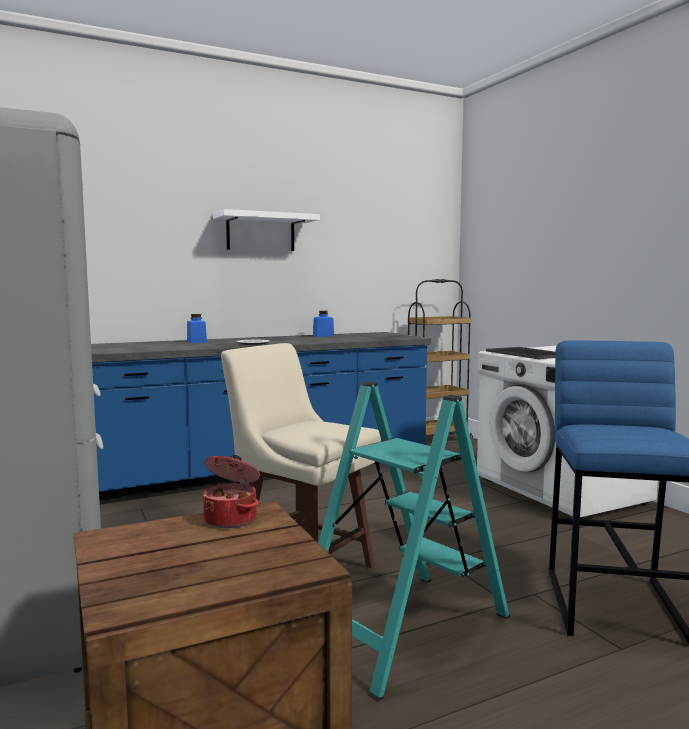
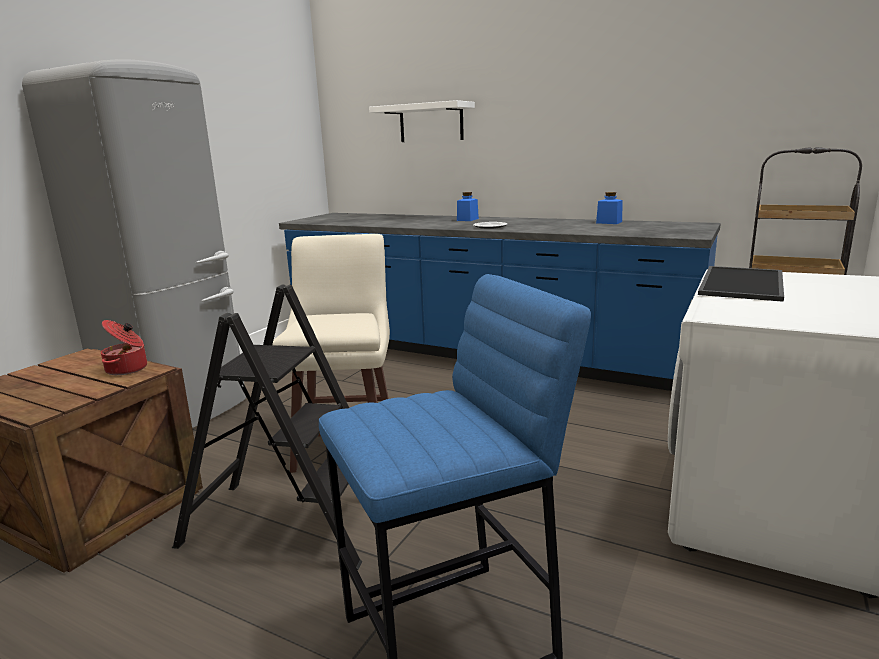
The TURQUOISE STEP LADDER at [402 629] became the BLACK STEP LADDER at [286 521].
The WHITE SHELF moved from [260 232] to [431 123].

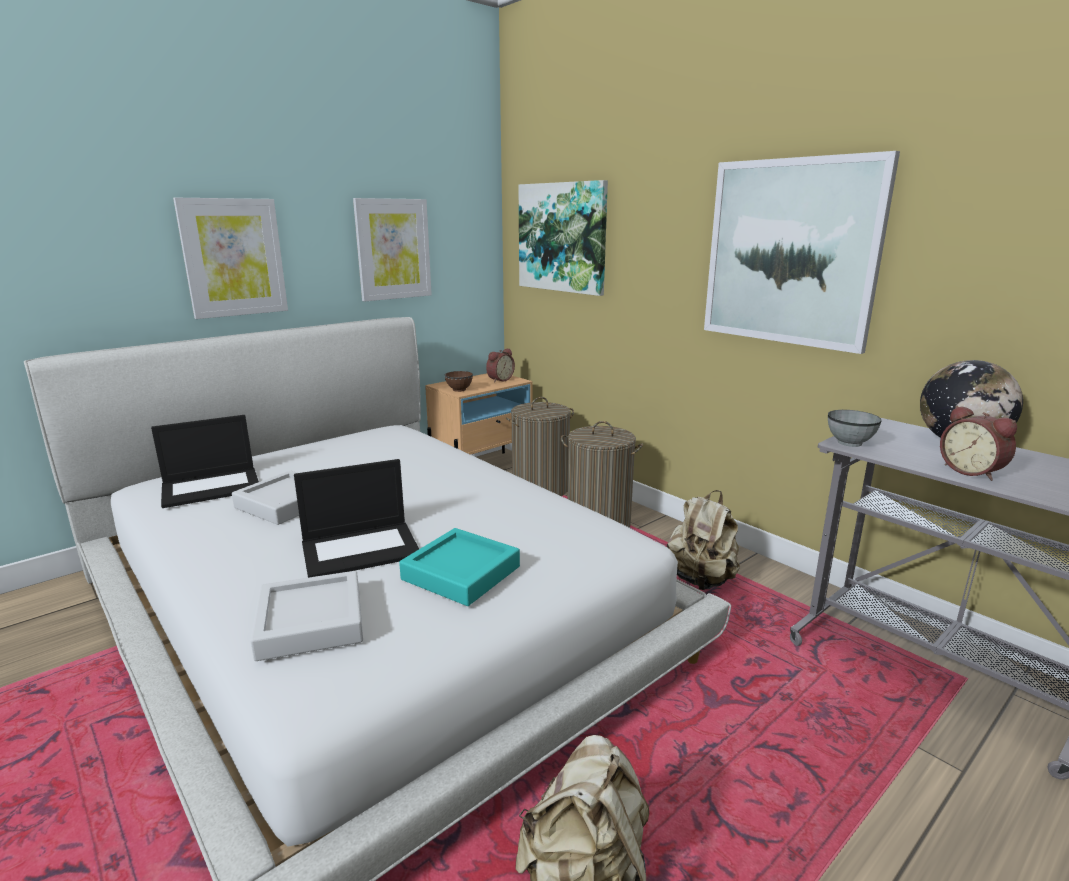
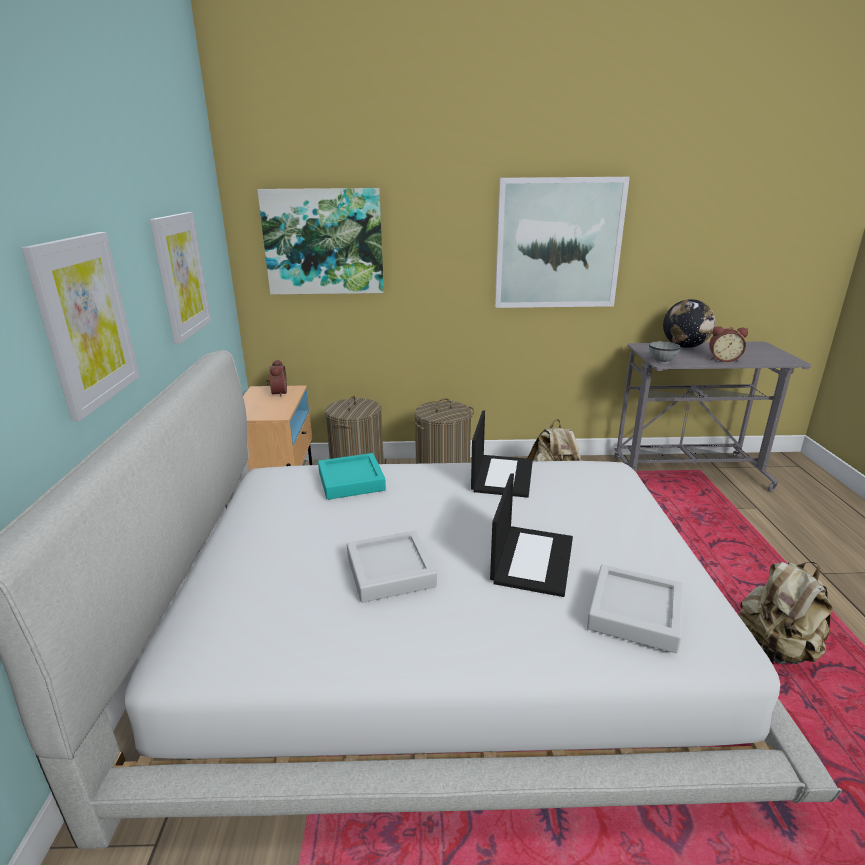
The TURQUOISE TRAY moved from [461 573] to [351 481].
The LAPTOP moved from [212 487] to [502 475].
The BROWN BOWL at [459 390] disappeared.

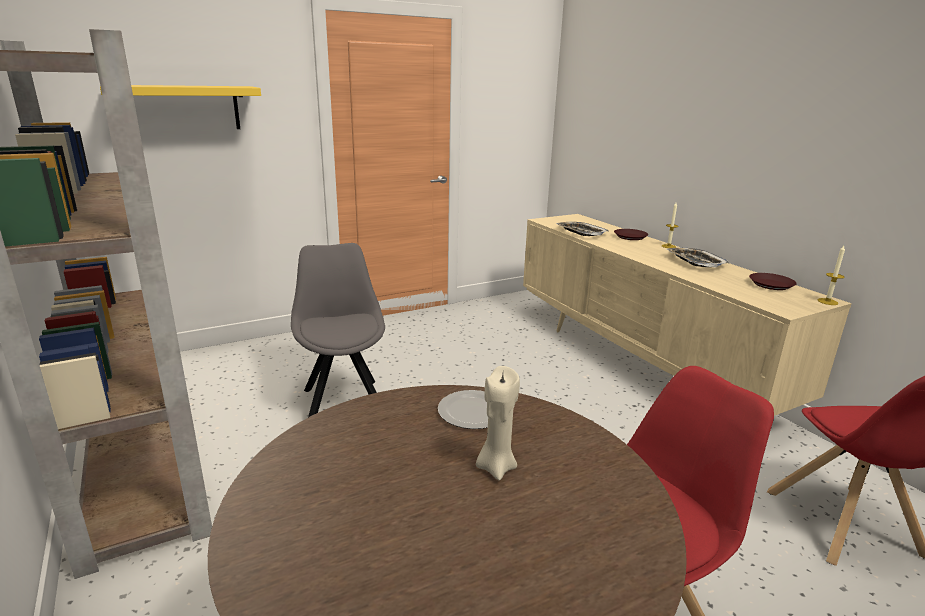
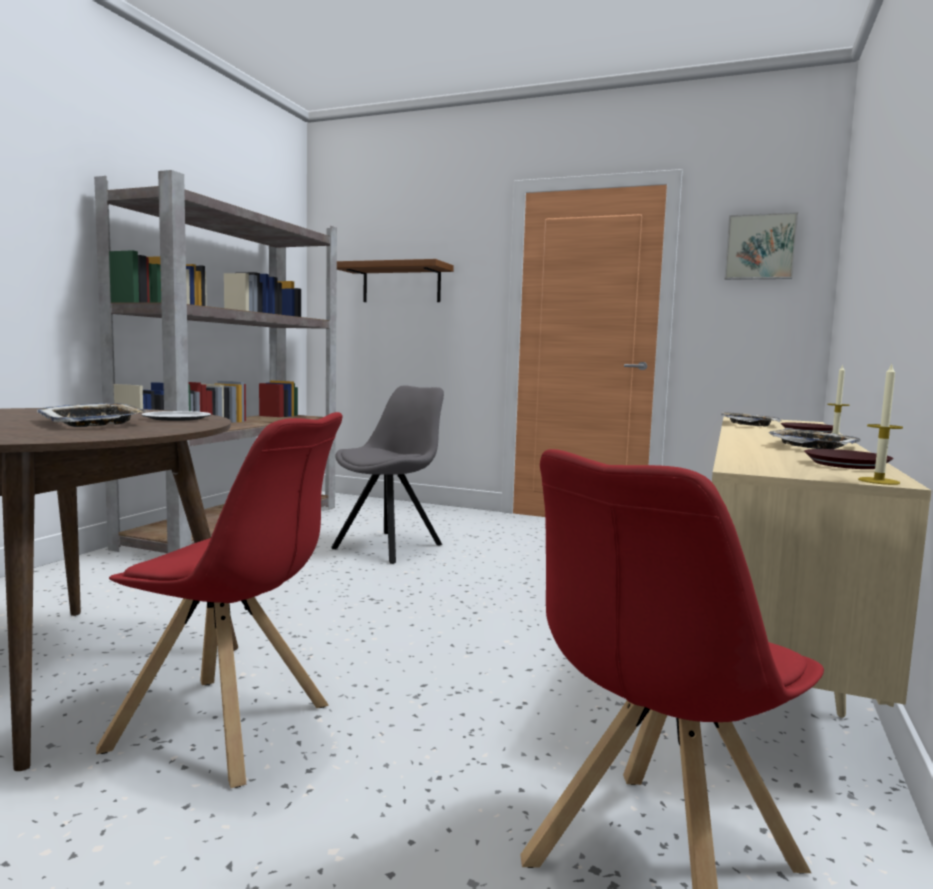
The BEIGE CANDLE at [496 467] was replaced by the TRAY at [94 423].
The YELLOW SHELF at [183 108] became the BROWN SHELF at [401 284].
The PICTURE at [760 247] appeared.

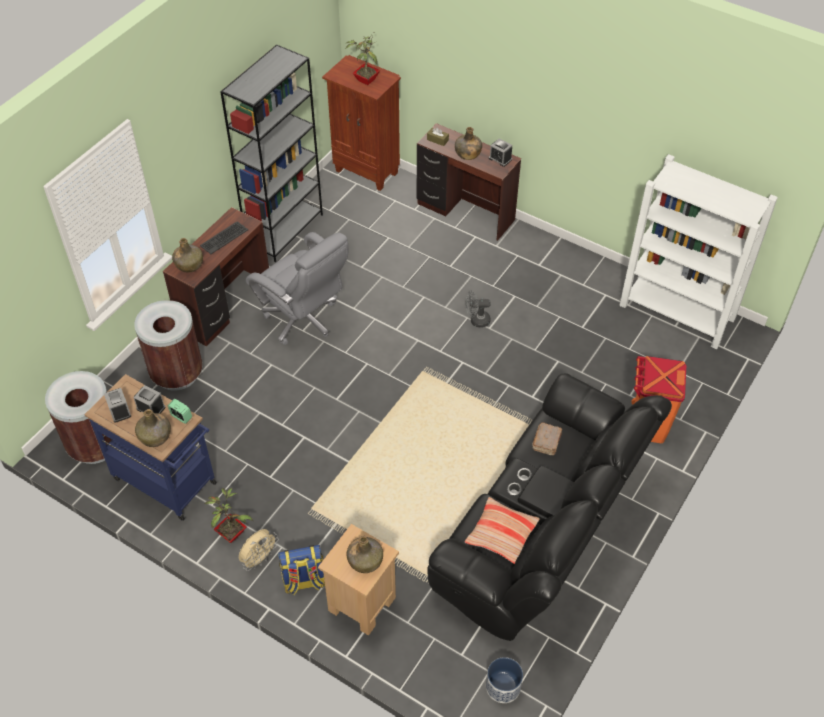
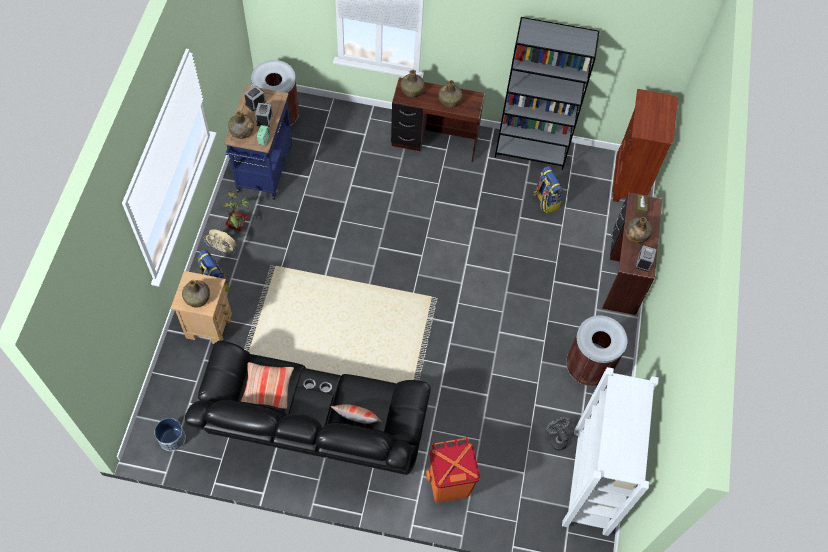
The PILLOW at [357 421] appeared.
The KEYBOARD at [224 238] was replaced by the GREEN BOTTLE at [449 100].
The BACKPACK at [545 200] appeared.
The GREY FAN moved from [476 320] to [556 438].
The BROWN TRASH CAN moved from [177 373] to [588 368].
The GREY OFFICE CHAIR at [304 321] disappeared.
The POTTED PLANT at [365 80] disappeared.
The BROWN BOOK at [547 442] disappeared.

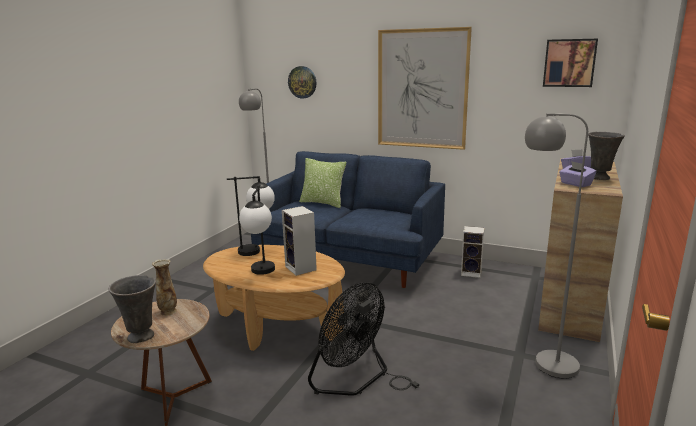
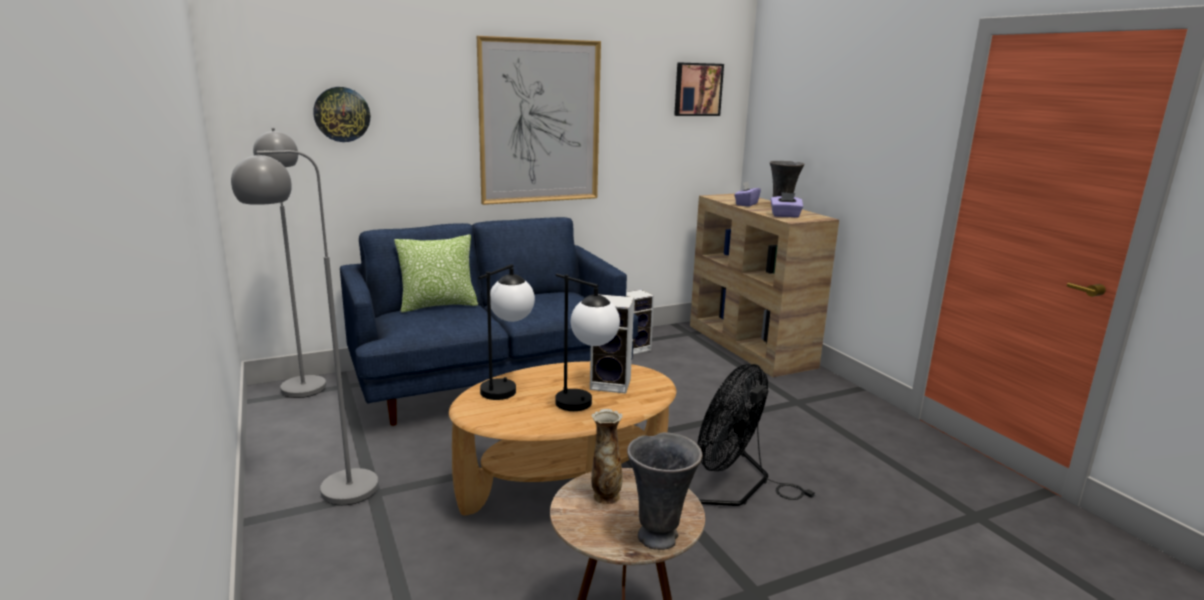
The GREY FLOOR LAMP moved from [543 364] to [331 494].
The BLACK FAN at [363 376] turned 45 degrees clockwise.

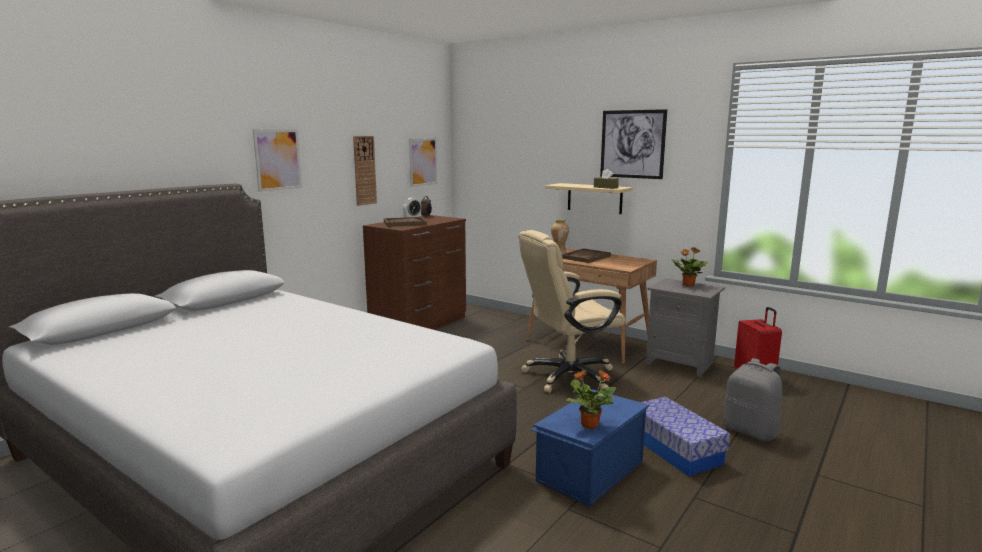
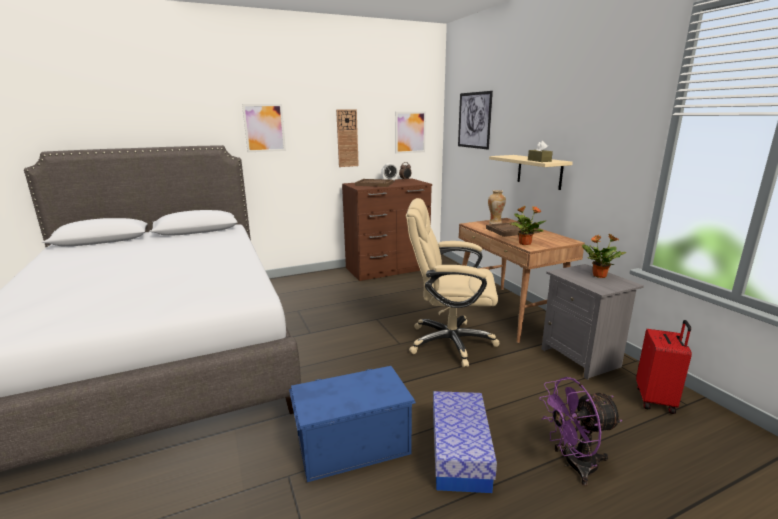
The PICTURE moved from [632 144] to [474 120].
The POTTED PLANT moved from [589 425] to [524 243].
The GREY BACKPACK at [751 431] was replaced by the PURPLE FAN at [573 465].

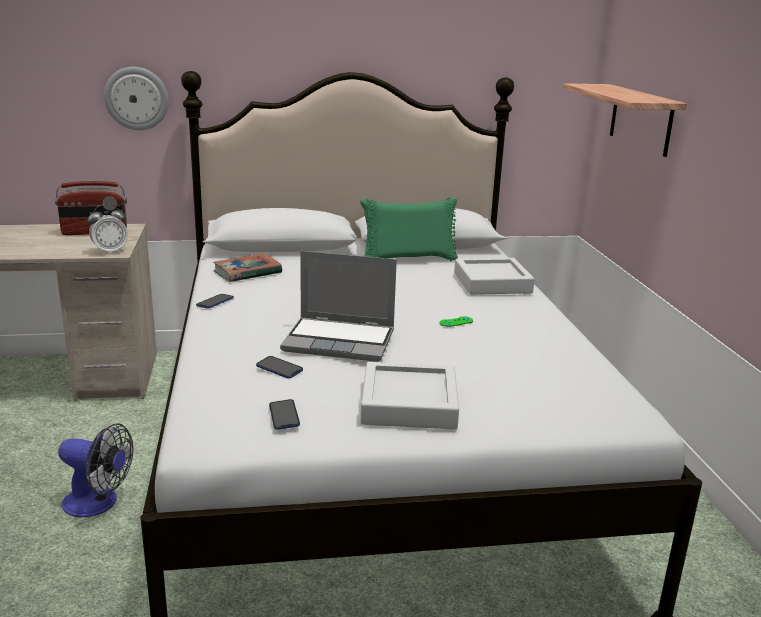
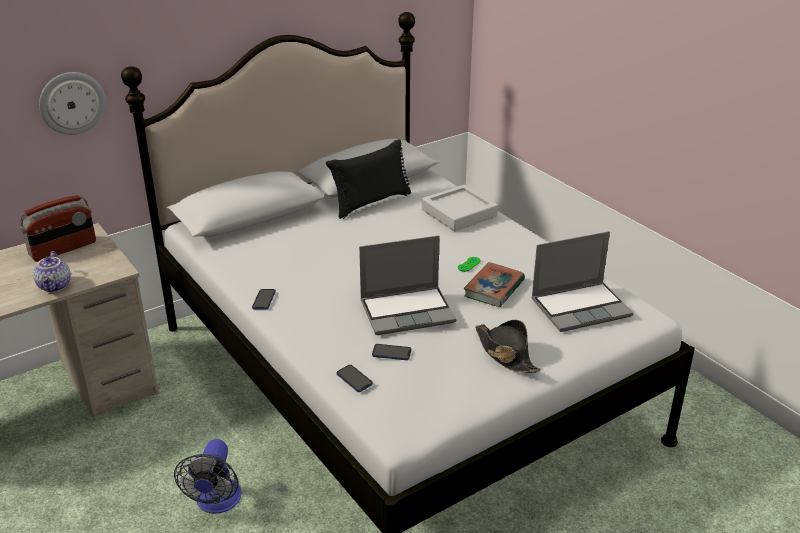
The TEAPOT at [55 286] appeared.
The FAN at [98 503] turned 105 degrees clockwise.
The GREEN PILLOW at [408 259] became the BLACK PILLOW at [370 203].
The PHONE moved from [284 416] to [354 379].
The BOOK moved from [247 272] to [494 288].
The GREY TRAY at [409 404] was replaced by the BLACK HAT at [505 353].
The LAPTOP at [581 307] appeared.
The ALARM CLOCK at [110 251] disappeared.
The SHELF at [640 119] disappeared.

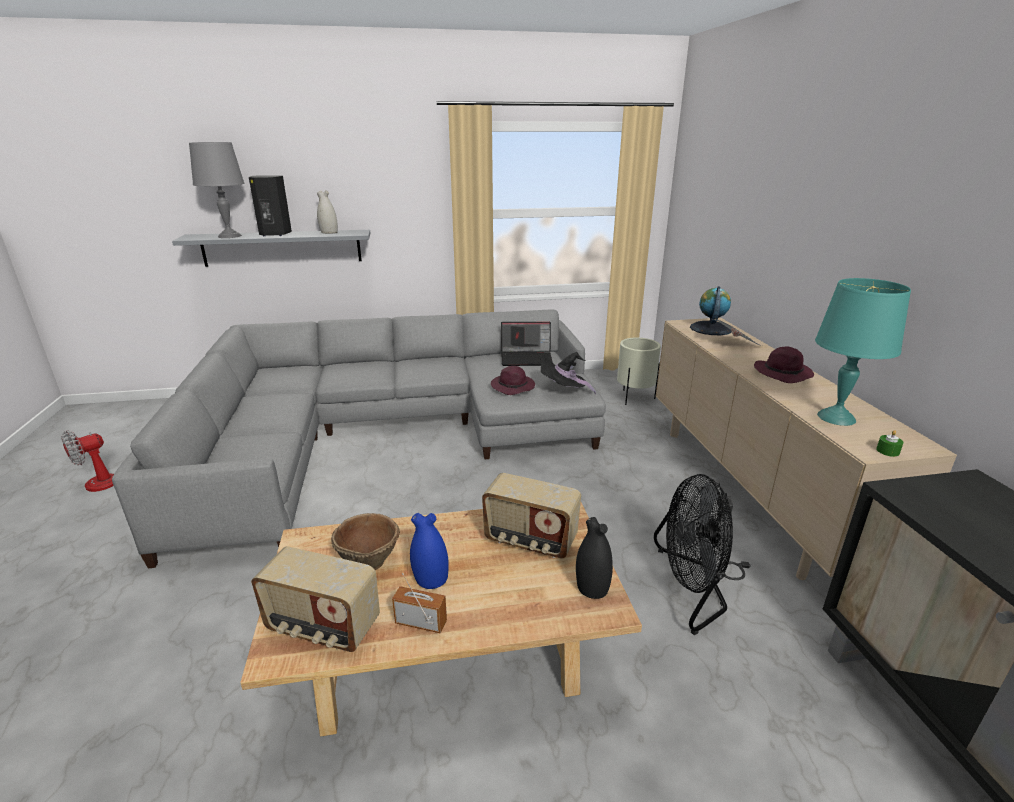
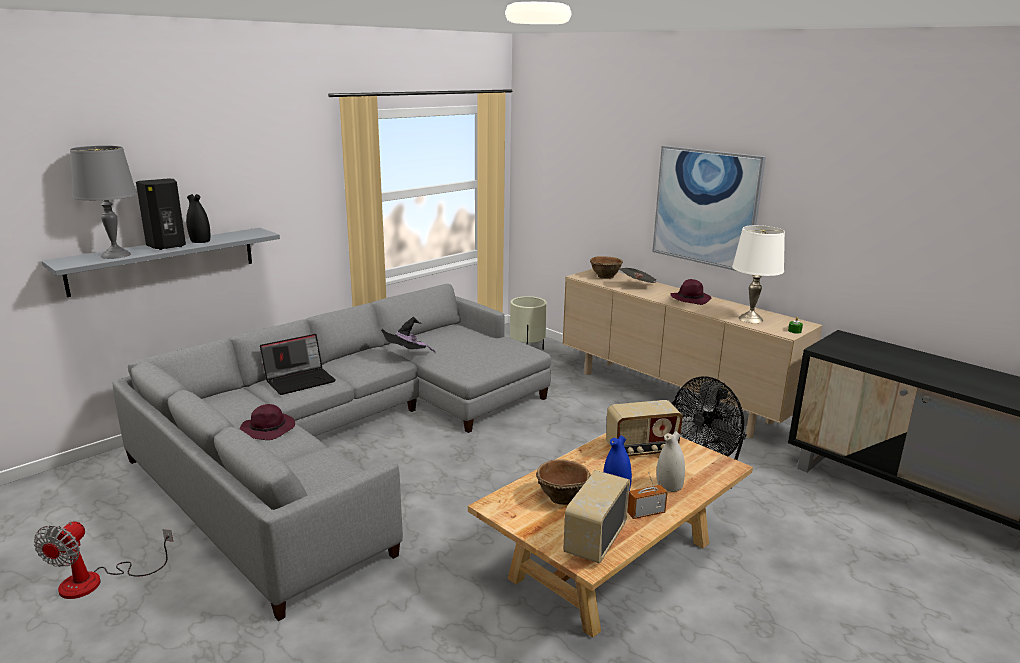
The BLACK VASE moved from [592 587] to [200 241].
The PURPLE HAT moved from [513 387] to [269 429].
The LAPTOP moved from [527 358] to [300 380].
The BLACK HAT moved from [564 392] to [406 356].
The RADIO at [322 627] turned 135 degrees clockwise.
The GLOBE at [710 328] was replaced by the BROWN BOWL at [605 277].
The PICTURE at [706 207] appeared.
The WHITE VASE moved from [329 232] to [669 486].
The TURQUOISE TABLE LAMP at [836 417] became the WHITE TABLE LAMP at [751 319].

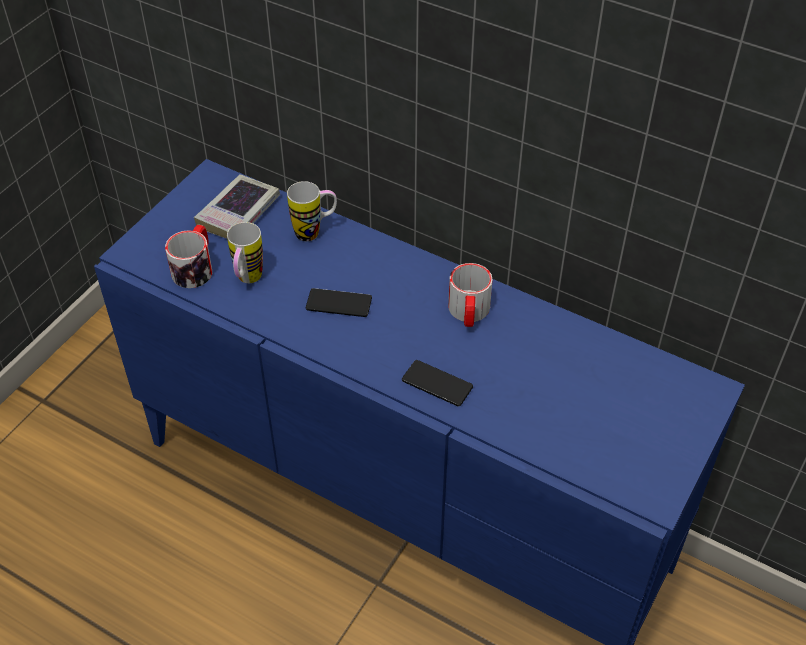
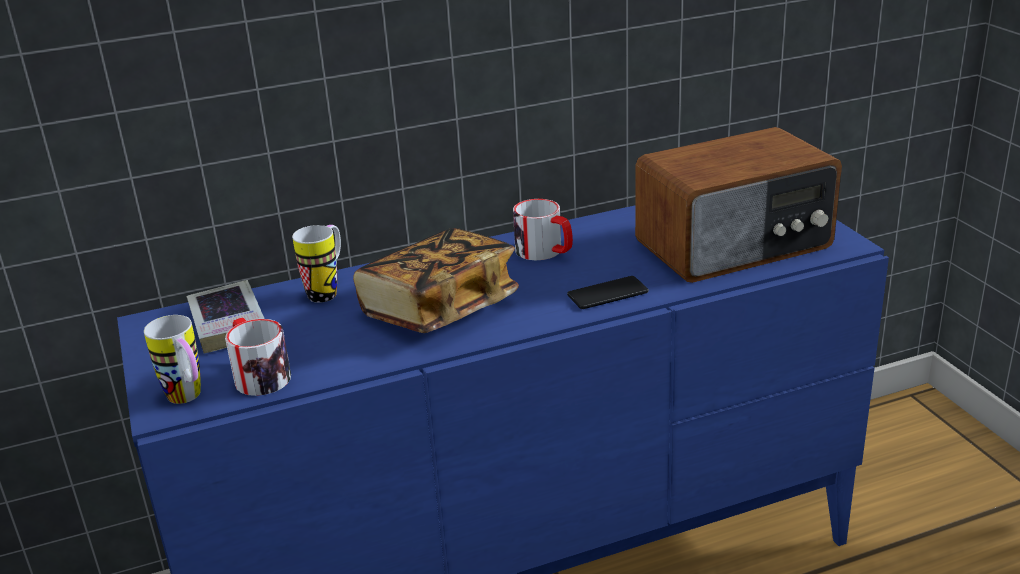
The MUG moved from [247 281] to [189 399].
The PHONE at [339 303] was replaced by the BOOK at [439 309].
The RADIO at [735 245] appeared.

